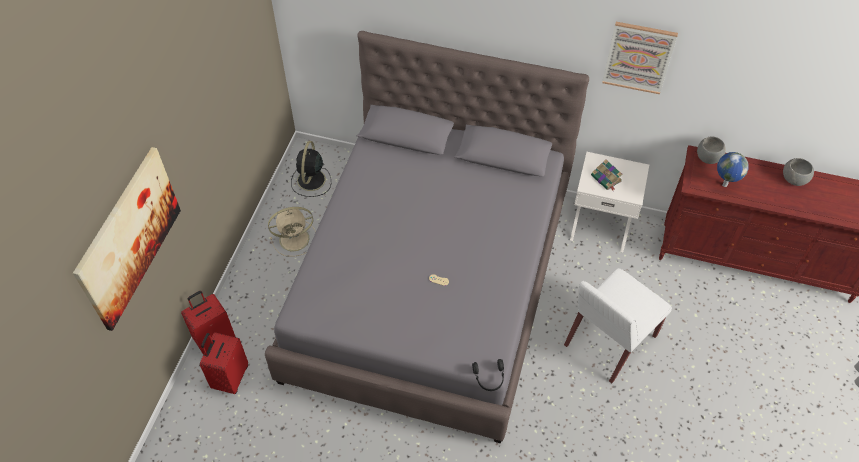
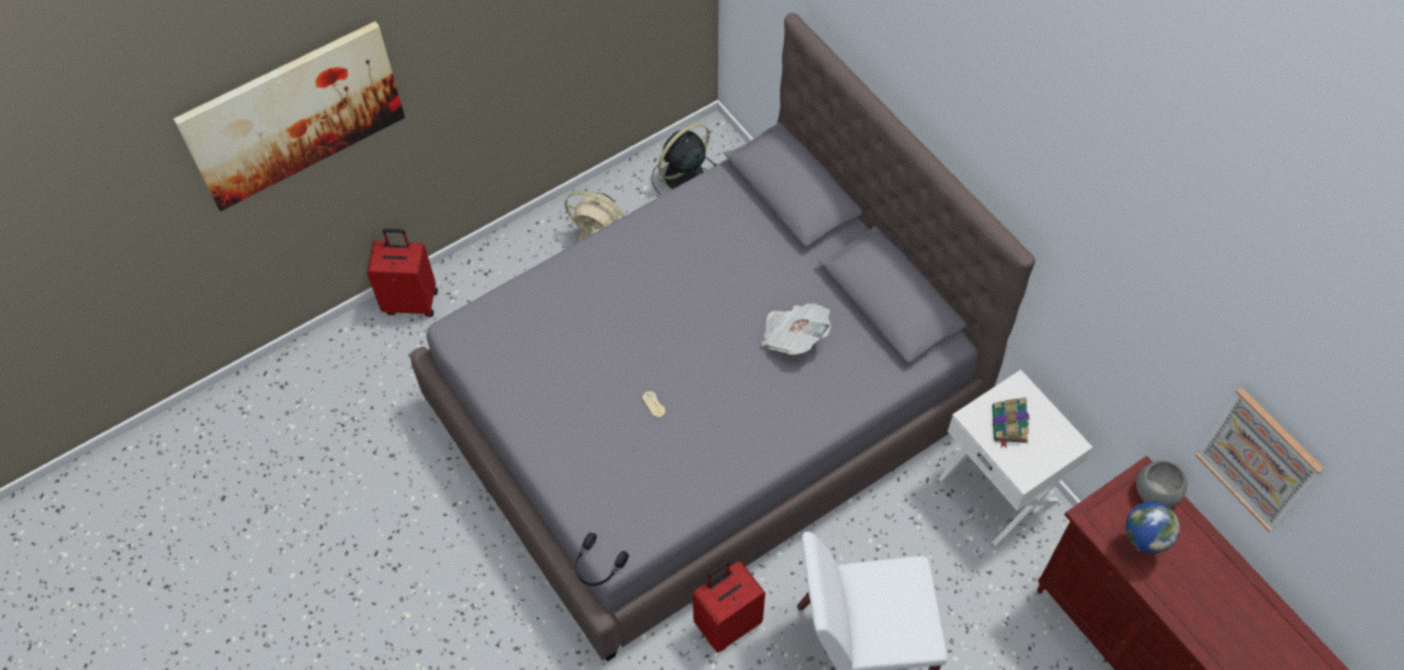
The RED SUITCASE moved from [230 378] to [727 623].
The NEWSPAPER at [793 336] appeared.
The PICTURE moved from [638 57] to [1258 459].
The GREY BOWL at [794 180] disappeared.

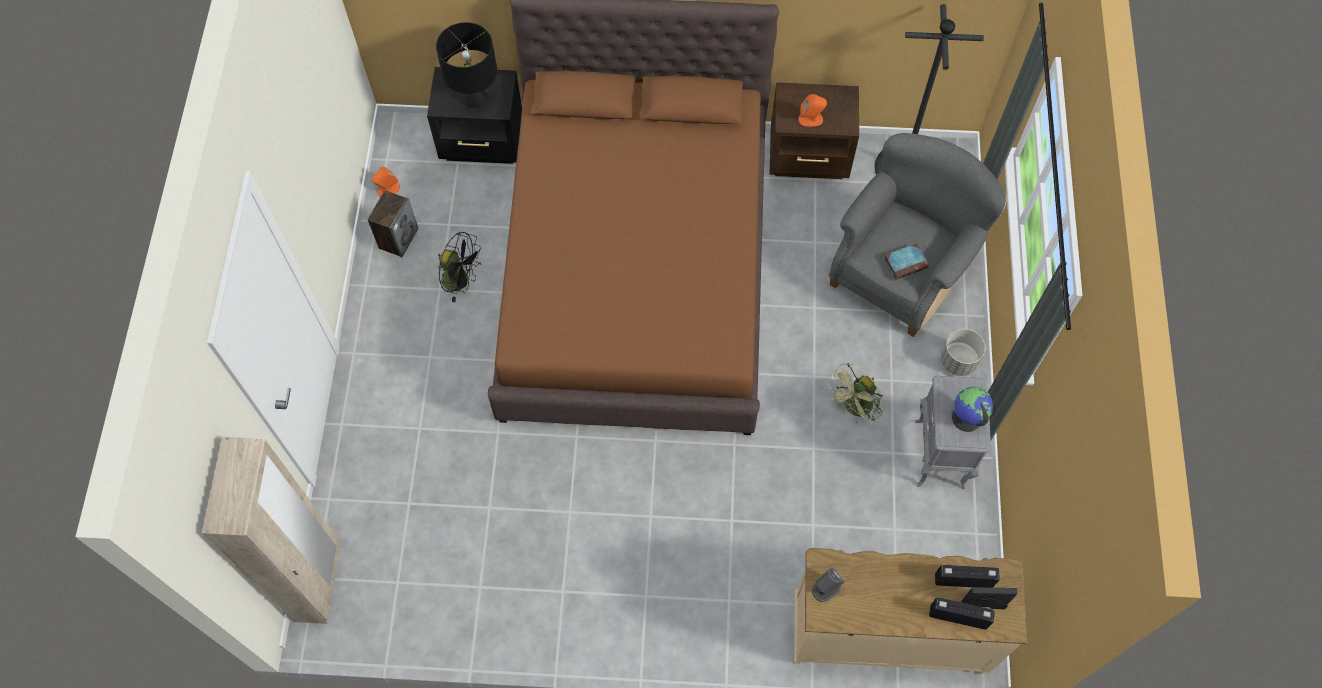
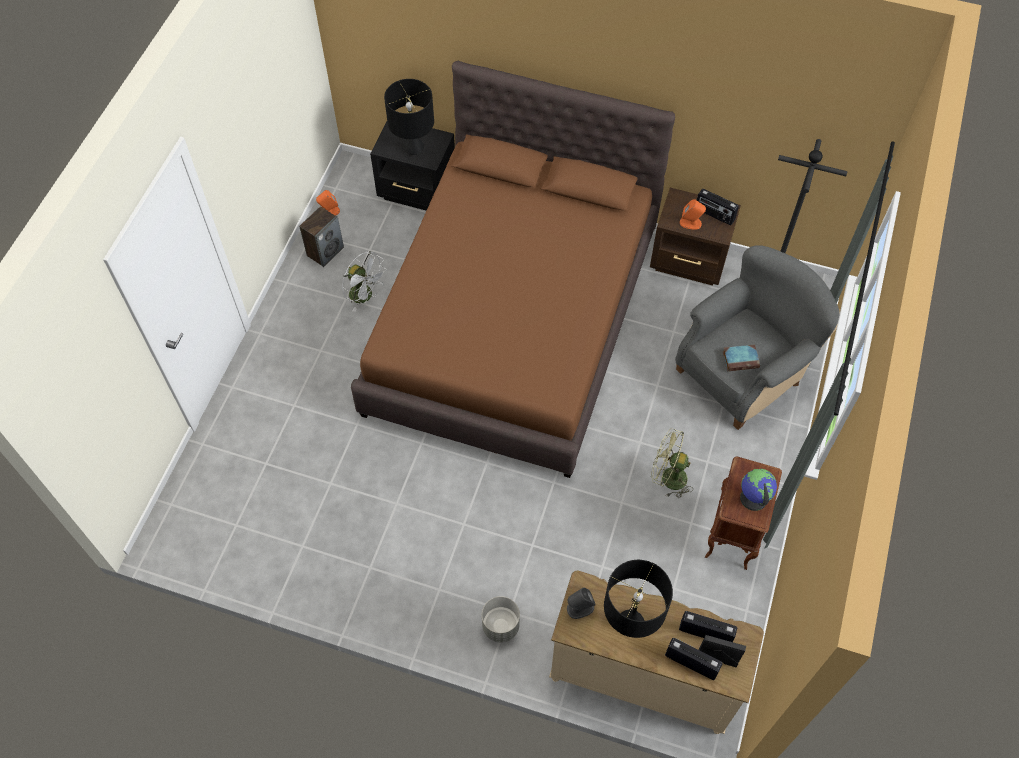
The BLACK FAN at [461 280] became the WHITE FAN at [365 296].
The GREY PLANTER moved from [958 361] to [501 626].
The BLACK TABLE LAMP at [630 624] appeared.
The GREEN FAN at [854 409] turned 45 degrees clockwise.
The RADIO at [714 215] appeared.
The GREY NIGHTSTAND at [940 454] became the BROWN NIGHTSTAND at [733 535].
The BEIGE WARDROBE at [319 582] disappeared.

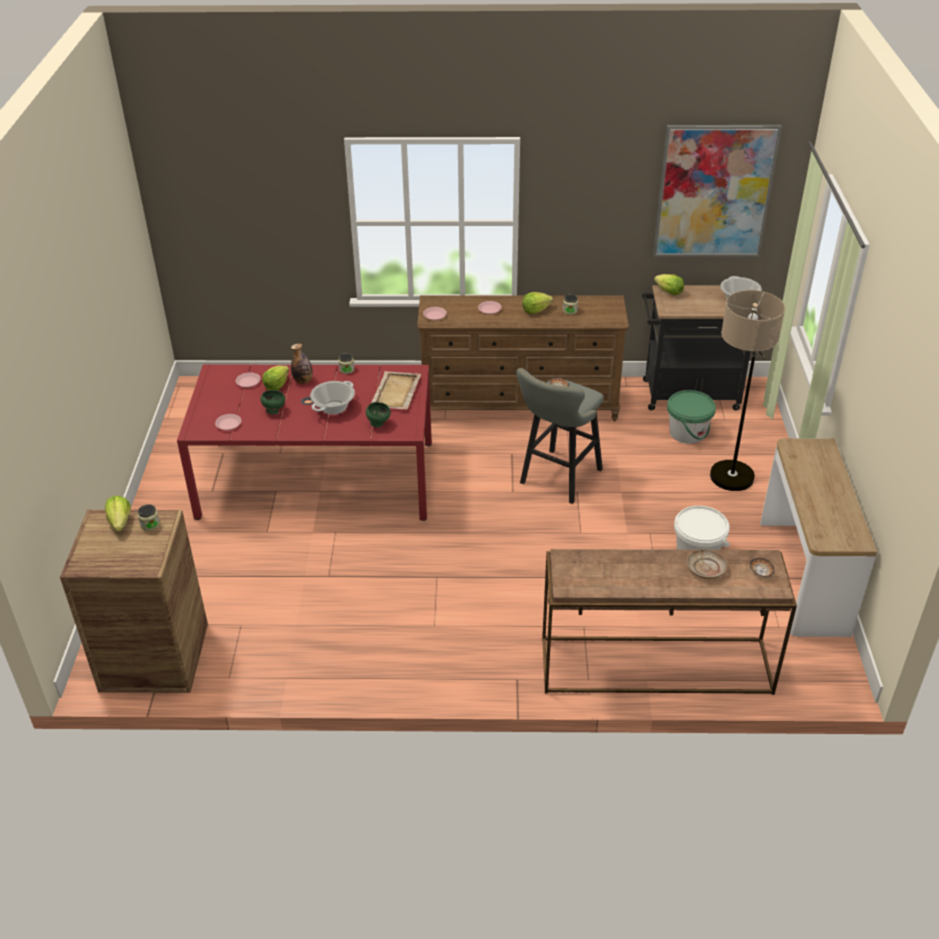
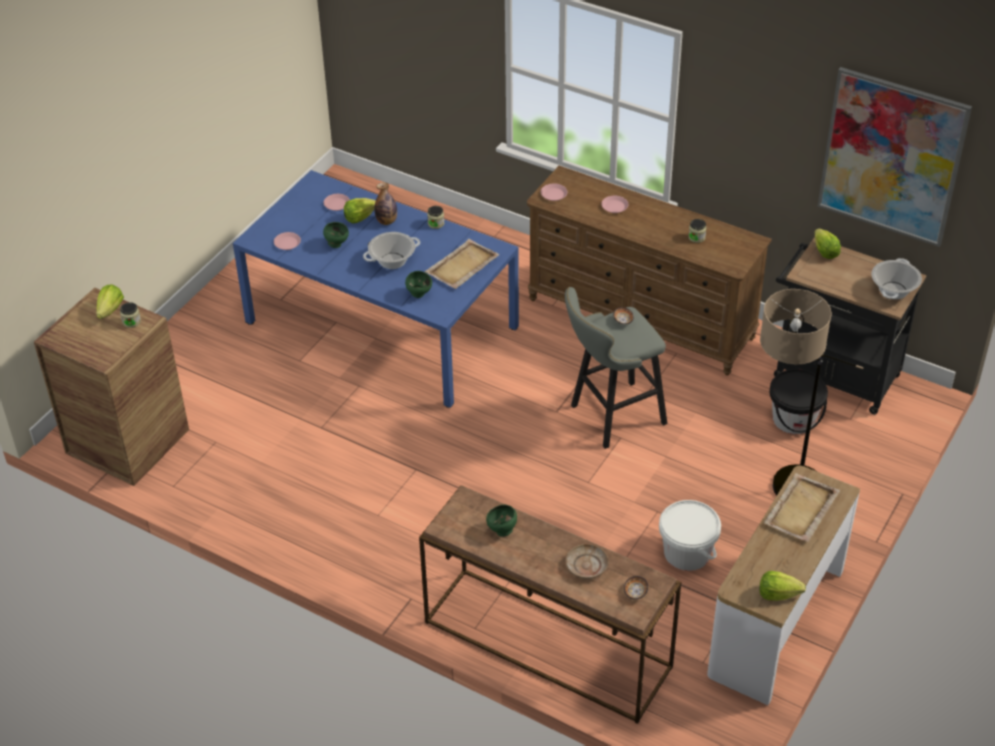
The RED DINING TABLE at [317 479] became the BLUE DINING TABLE at [382 325].
The GREEN BOWL at [502 531] appeared.
The LETTUCE moved from [535 310] to [778 594].
The BEIGE TRAY at [800 510] appeared.
The GREEN BUCKET at [687 433] became the BLACK BUCKET at [794 419].

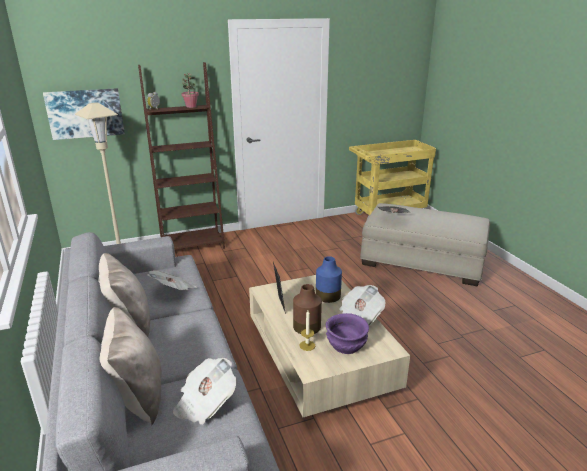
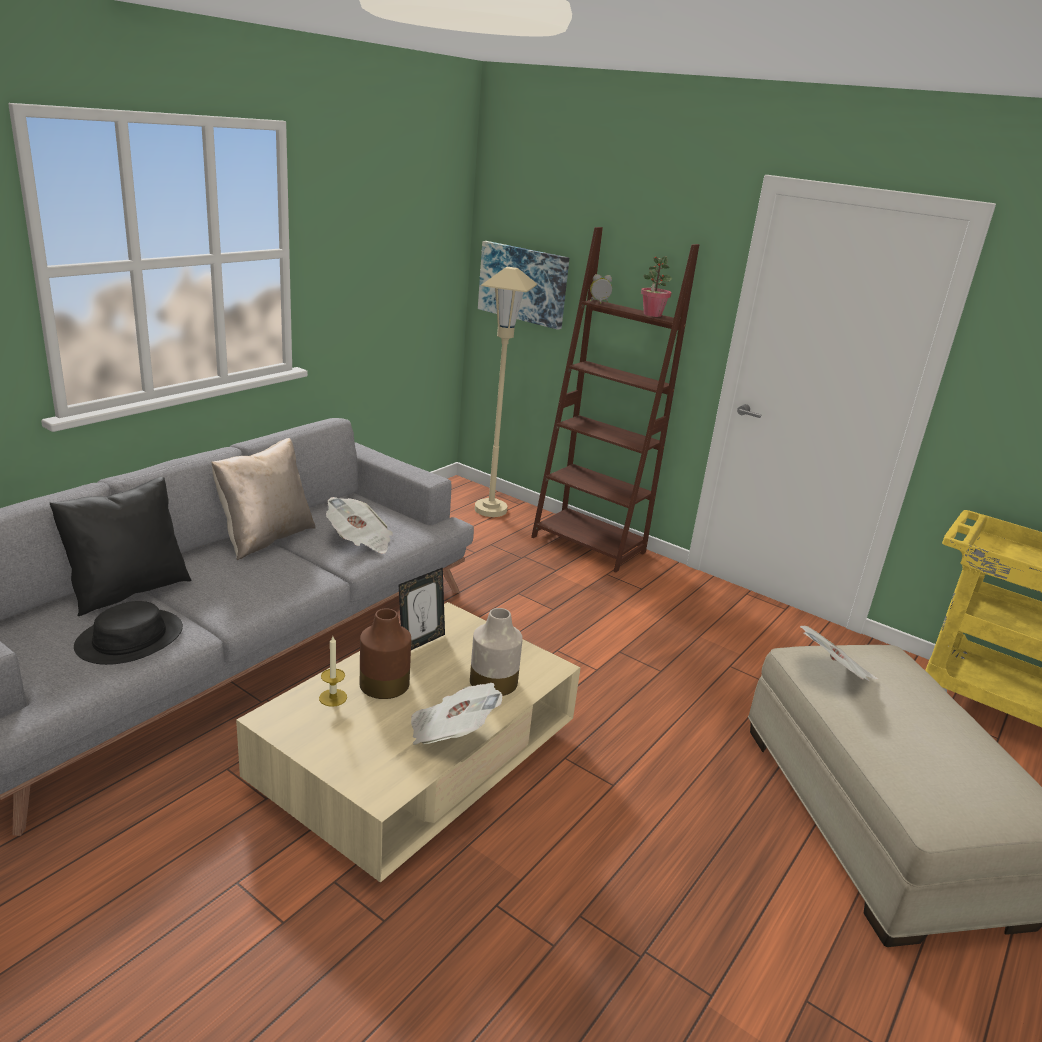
The BEIGE PILLOW at [137 395] became the BLACK PILLOW at [128 590].
The NEWSPAPER at [205 403] was replaced by the BLACK HAT at [129 638].
The BLUE VASE at [327 295] became the BEIGE VASE at [493 681].
The PURPLE BOWL at [347 344] disappeared.

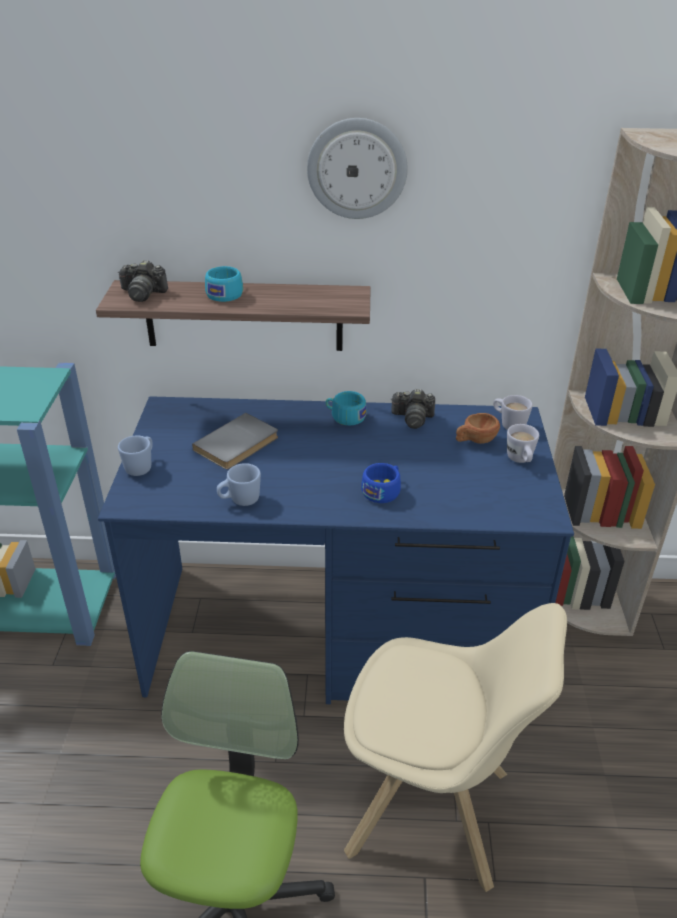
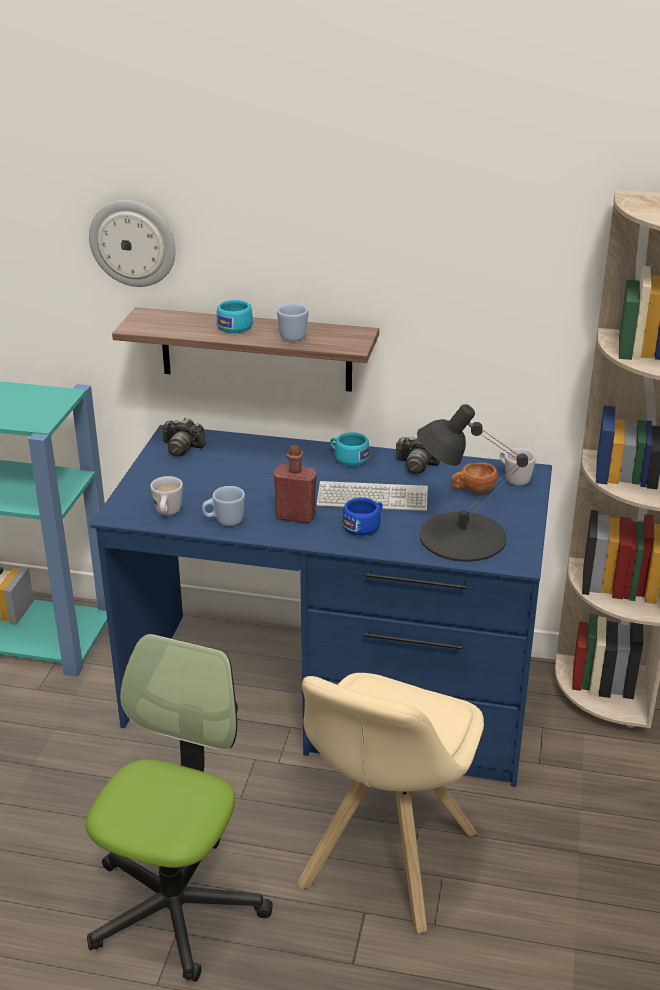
The WALL CLOCK moved from [357 169] to [133 243].
The WHITE MUG moved from [520 460] to [167 513].
The PHOTO CAMERA moved from [143 294] to [182 448].
The RED BOTTLE at [295 516] appeared.
The BLUE MUG moved from [141 466] to [295 336].
The BEIGE CHAIR at [430 811] turned 90 degrees clockwise.
The KEYBOARD at [372 498] appeared.
The BLACK TABLE LAMP at [461 536] appeared.
The GREY BOOK at [238 445] disappeared.

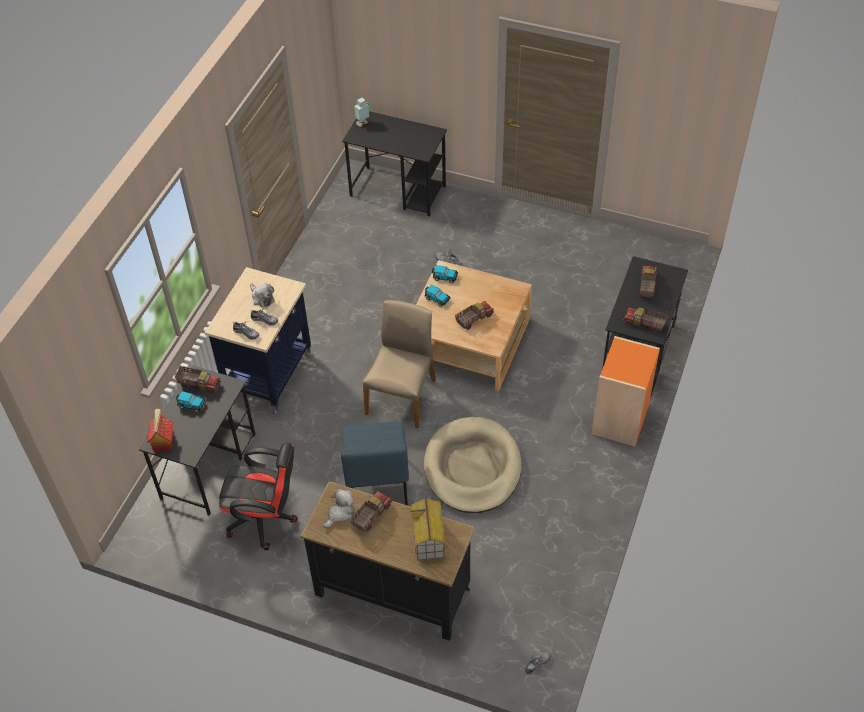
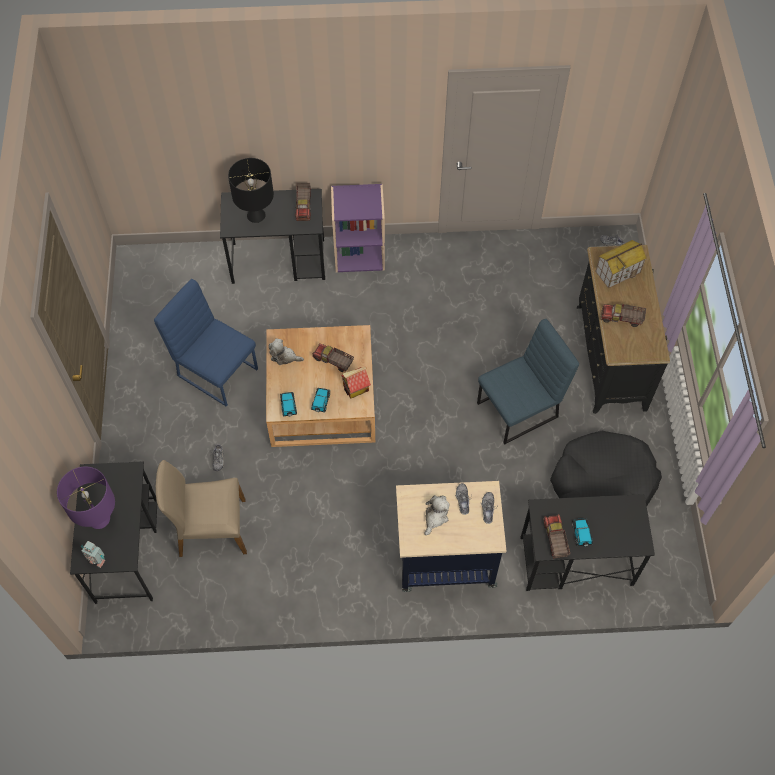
The PURPLE TABLE LAMP at [100 520] appeared.
The BLUE CHAIR at [216 370] appeared.
The BEIGE CHAIR moved from [402 396] to [211 528].
The TOY TRUCK at [646 286] was replaced by the BLACK TABLE LAMP at [256 216].
The PLUSH TOY moved from [339 513] to [284 357].
The ORANGE BOOKCASE at [620 420] became the PURPLE BOOKCASE at [360 254].
The TOY HOUSE moved from [163 441] to [355 388].
The BLACK OFFICE CHAIR at [266 520] was replaced by the BLACK DOG BED at [602 481].
The BEIGE DOG BED at [472 468] disappeared.

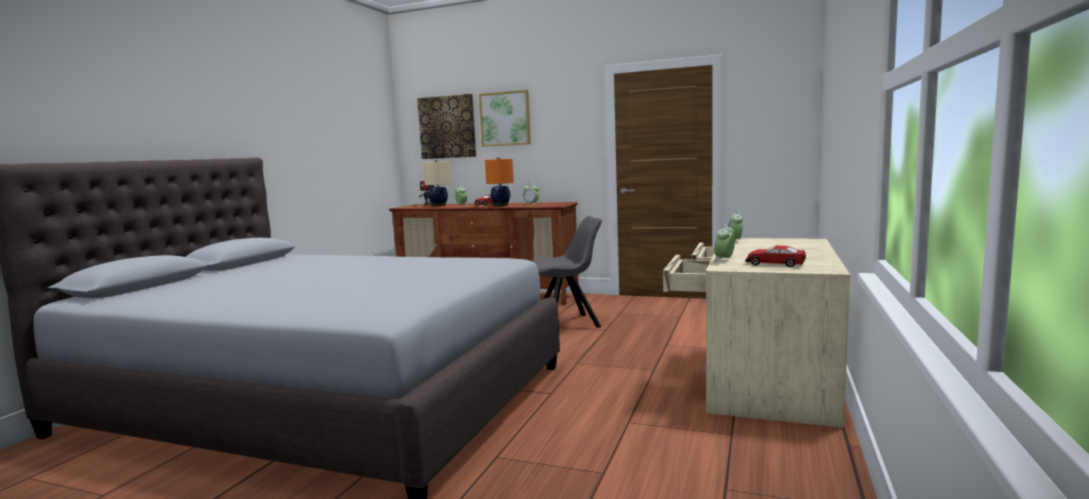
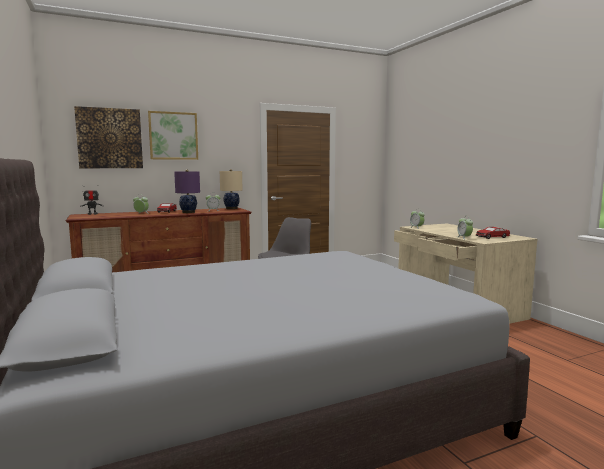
The ORANGE TABLE LAMP at [501 205] became the PURPLE TABLE LAMP at [188 212].
The BEIGE TABLE LAMP moved from [439 205] to [231 208].

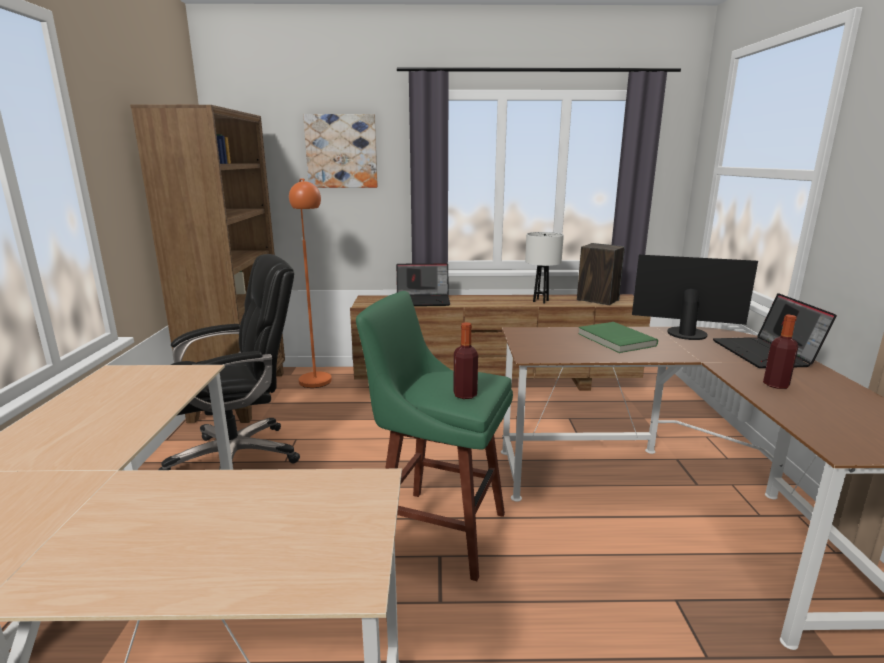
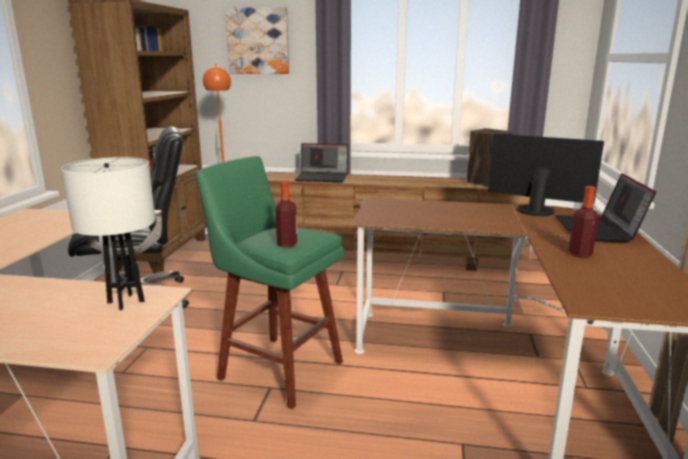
The WHITE TABLE LAMP moved from [540 301] to [125 301].
The GREEN BOOK at [615 340] disappeared.

